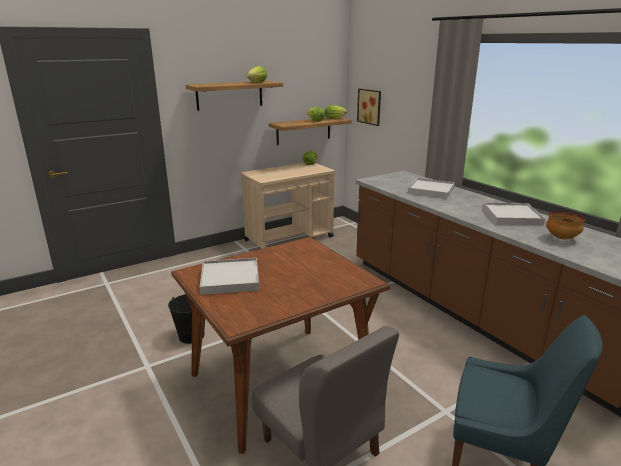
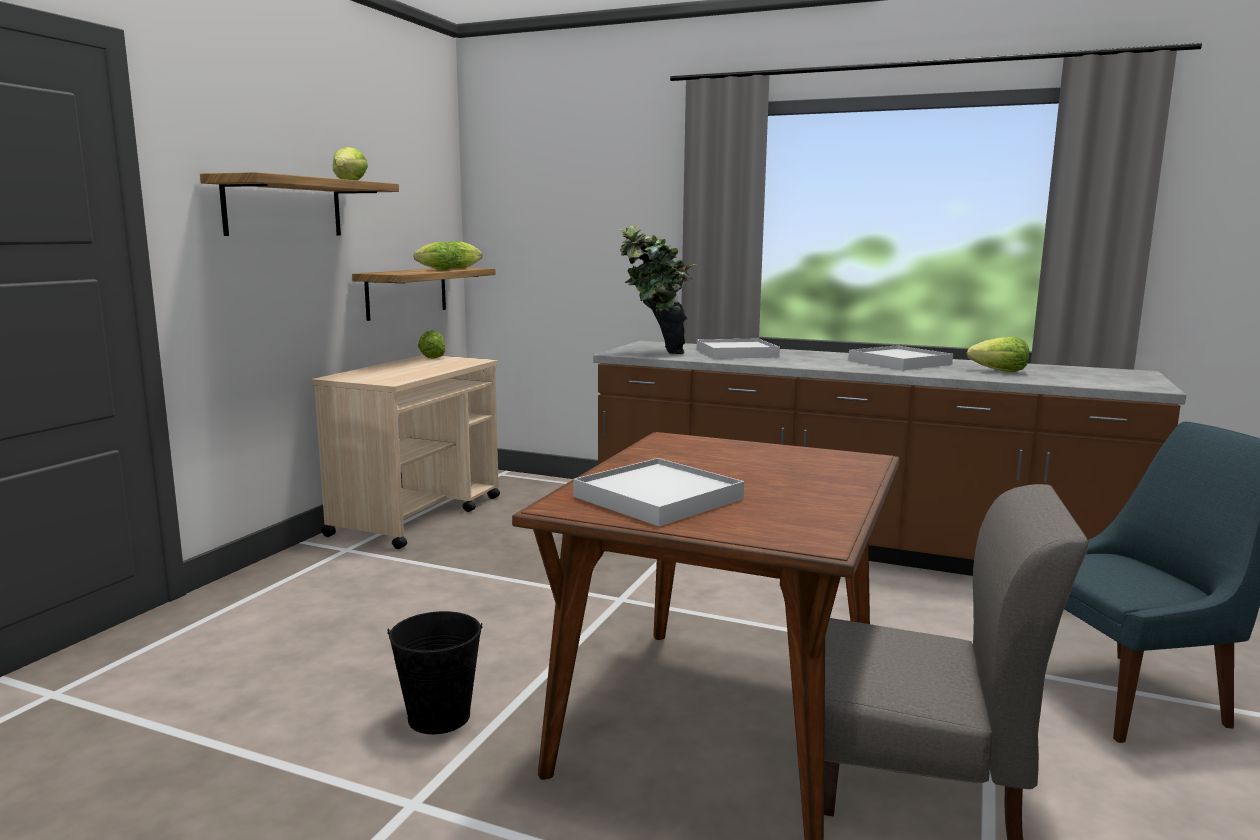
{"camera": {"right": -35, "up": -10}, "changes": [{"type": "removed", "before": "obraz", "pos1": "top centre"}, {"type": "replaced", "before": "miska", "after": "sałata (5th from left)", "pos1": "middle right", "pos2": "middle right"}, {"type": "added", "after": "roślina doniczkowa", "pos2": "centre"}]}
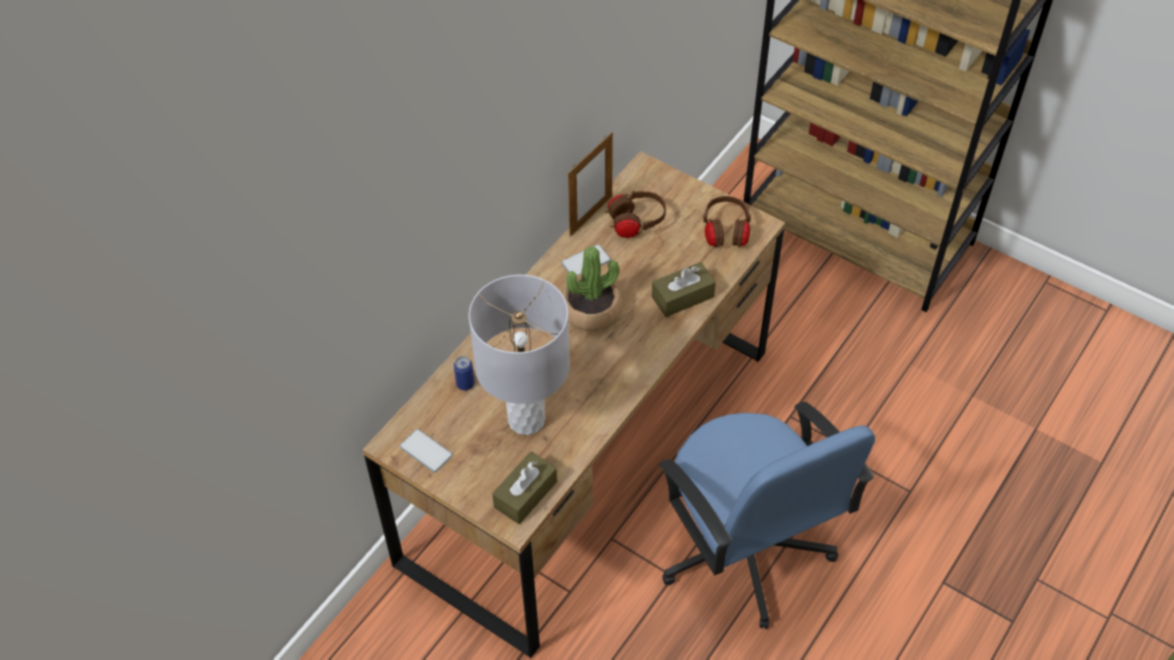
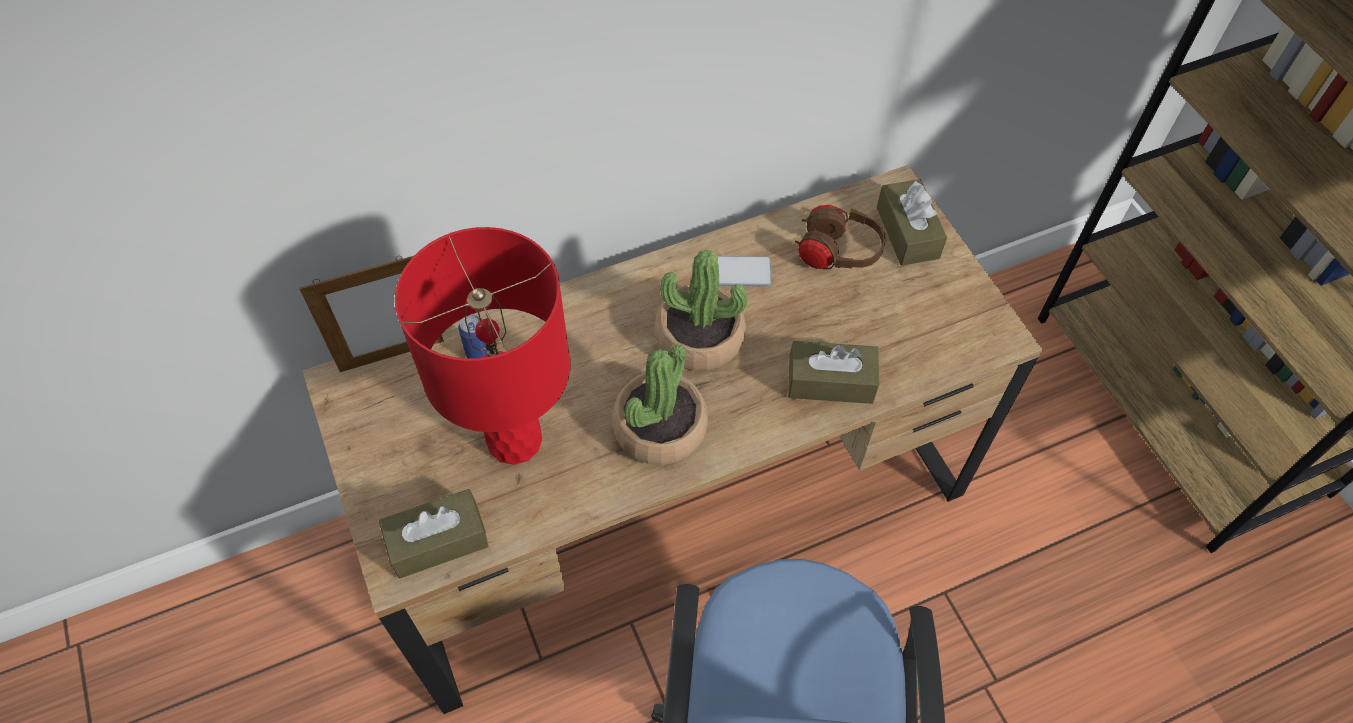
{"camera": {"right": 30, "up": 5}, "changes": [{"type": "moved", "before": "ramka na zdjęcie", "pos1": "top centre", "pos2": "middle left"}, {"type": "removed", "before": "słuchawki (brązowy) (2nd from left)", "pos1": "centre"}, {"type": "recoloured", "before": "lampa stołowa (szary)", "after": "lampa stołowa (czerwony)", "pos1": "centre", "pos2": "centre"}, {"type": "removed", "before": "telefon (1st from left)", "pos1": "bottom centre"}, {"type": "added", "after": "pudełko chusteczek (brązowy) (3rd from left)", "pos2": "top right"}, {"type": "added", "after": "roślina doniczkowa (1st from left)", "pos2": "centre"}]}
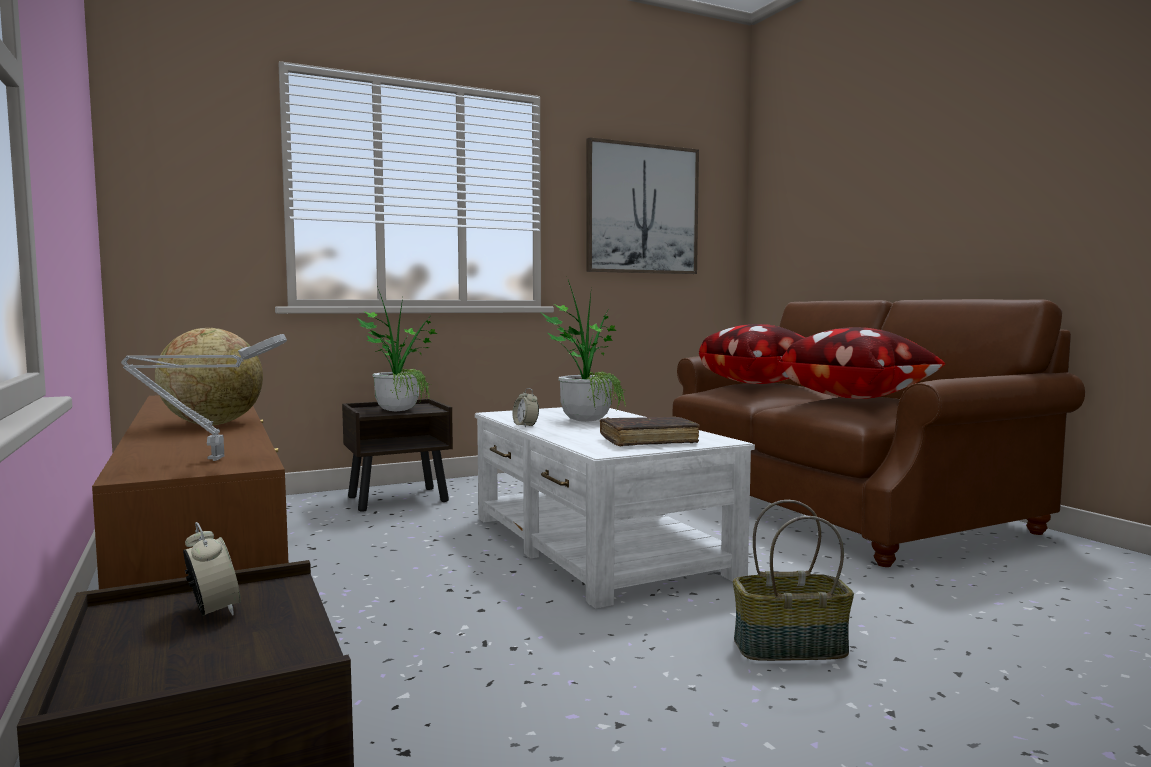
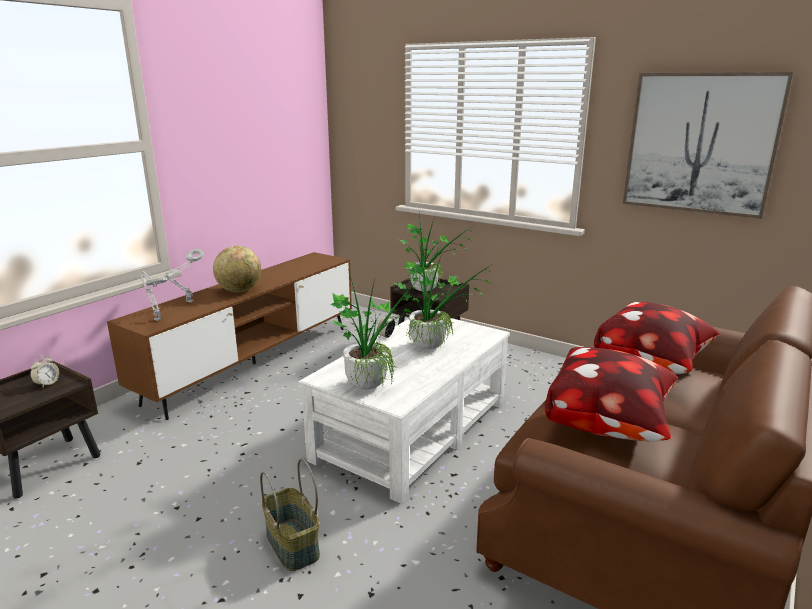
{"camera": {"right": 60, "up": 15}, "changes": [{"type": "replaced", "before": "książka (brązowy)", "after": "roślina doniczkowa (1st from left)", "pos1": "centre", "pos2": "centre"}, {"type": "added", "after": "lampa stołowa (szary) (2nd from left)", "pos2": "middle left"}]}
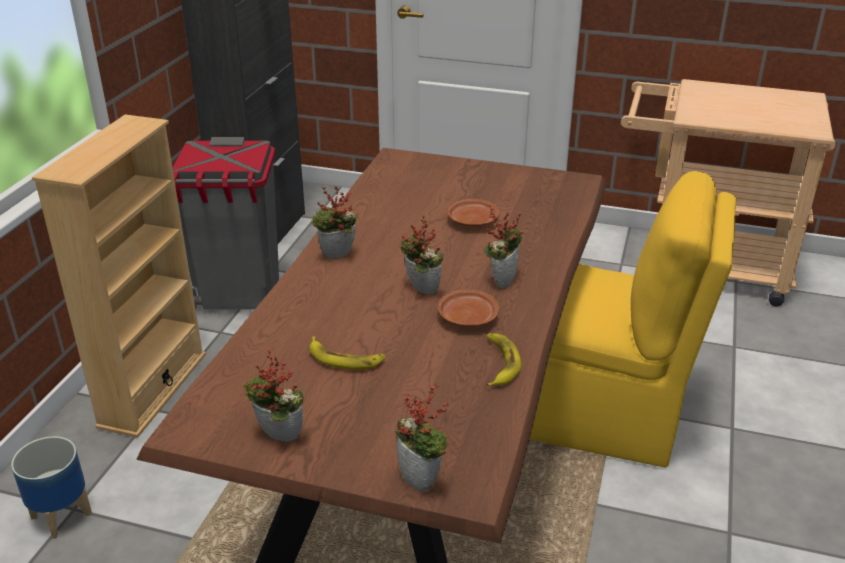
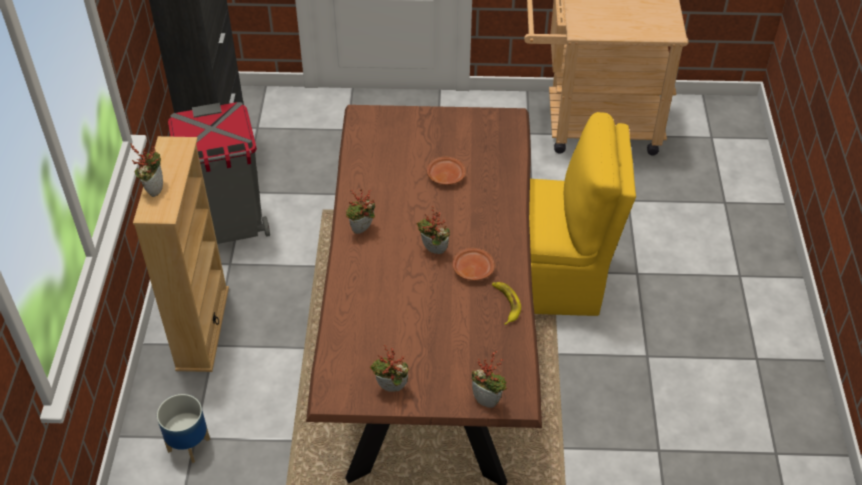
{"camera": {"right": -15, "up": 15}, "changes": [{"type": "moved", "before": "roślina doniczkowa (5th from left in the first image)", "after": "roślina doniczkowa (1st from left)", "pos1": "centre", "pos2": "middle left"}, {"type": "removed", "before": "banan (1st from left)", "pos1": "centre"}]}
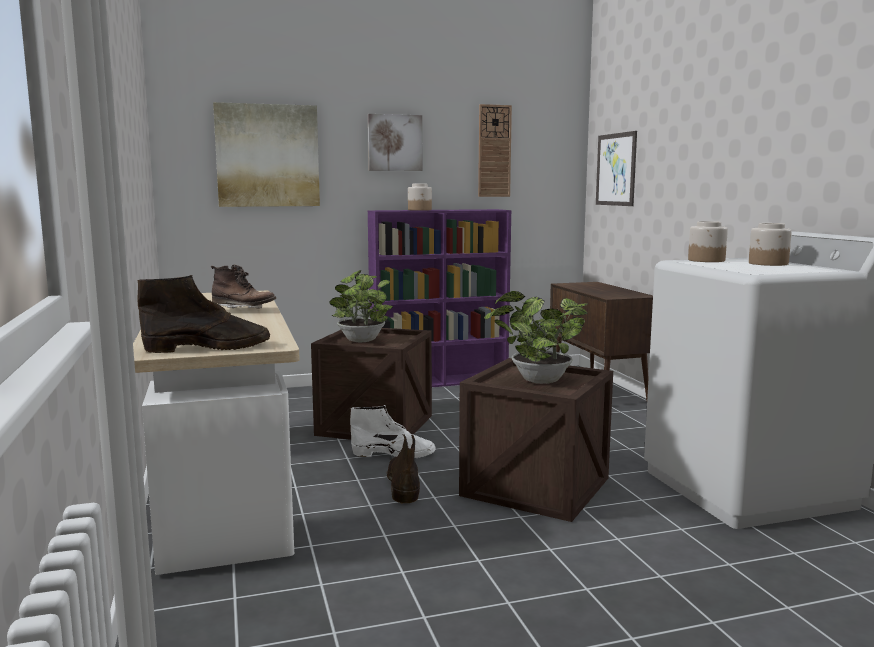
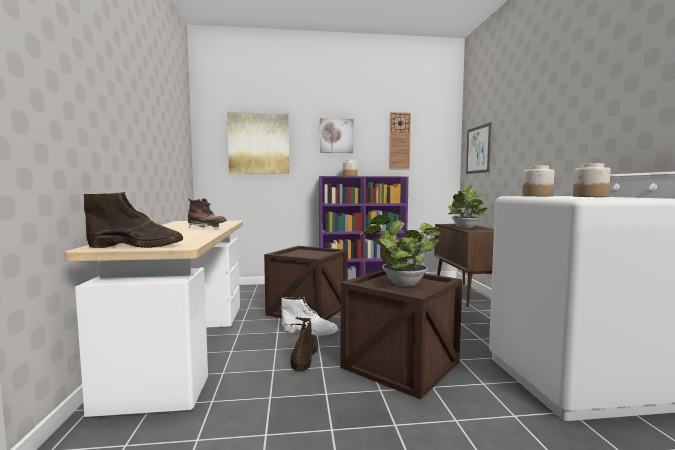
{"camera": {"right": 10, "up": -5}, "changes": [{"type": "moved", "before": "roślina doniczkowa (1st from left in the first image)", "after": "roślina doniczkowa (2nd from left)", "pos1": "centre", "pos2": "middle right"}]}
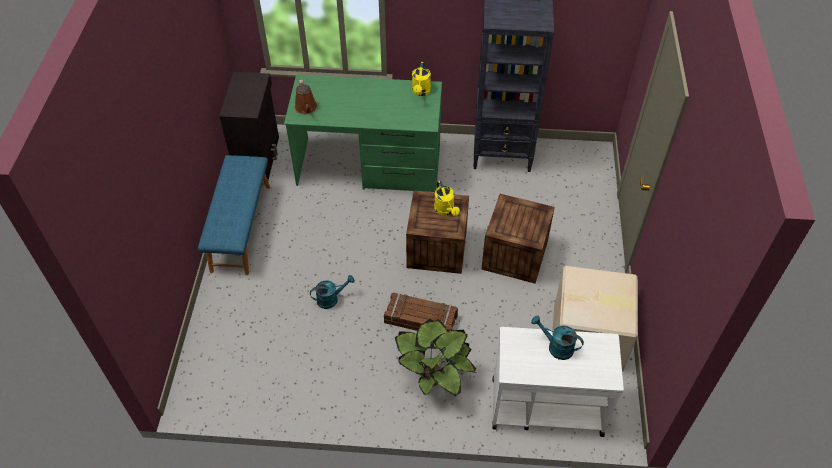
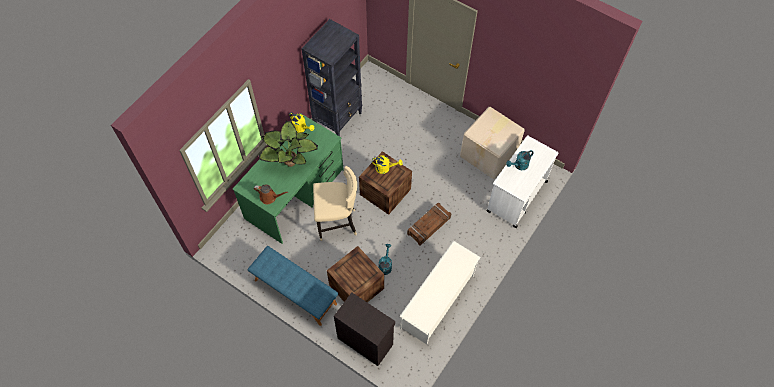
{"camera": {"right": -60, "up": 10}, "changes": [{"type": "moved", "before": "szafka (czarny)", "pos1": "top left", "pos2": "bottom centre"}, {"type": "moved", "before": "skrzynka (3rd from left in the first image)", "after": "skrzynka (1st from left)", "pos1": "centre", "pos2": "bottom centre"}, {"type": "moved", "before": "roślina doniczkowa", "pos1": "bottom centre", "pos2": "centre"}, {"type": "added", "after": "stołek (beżowy)", "pos2": "centre"}, {"type": "added", "after": "regał na buty (biały)", "pos2": "bottom centre"}]}
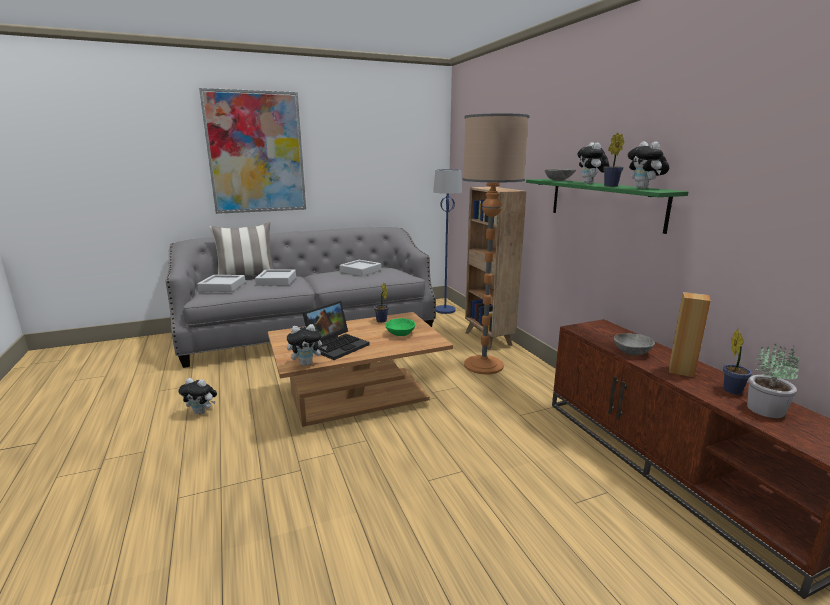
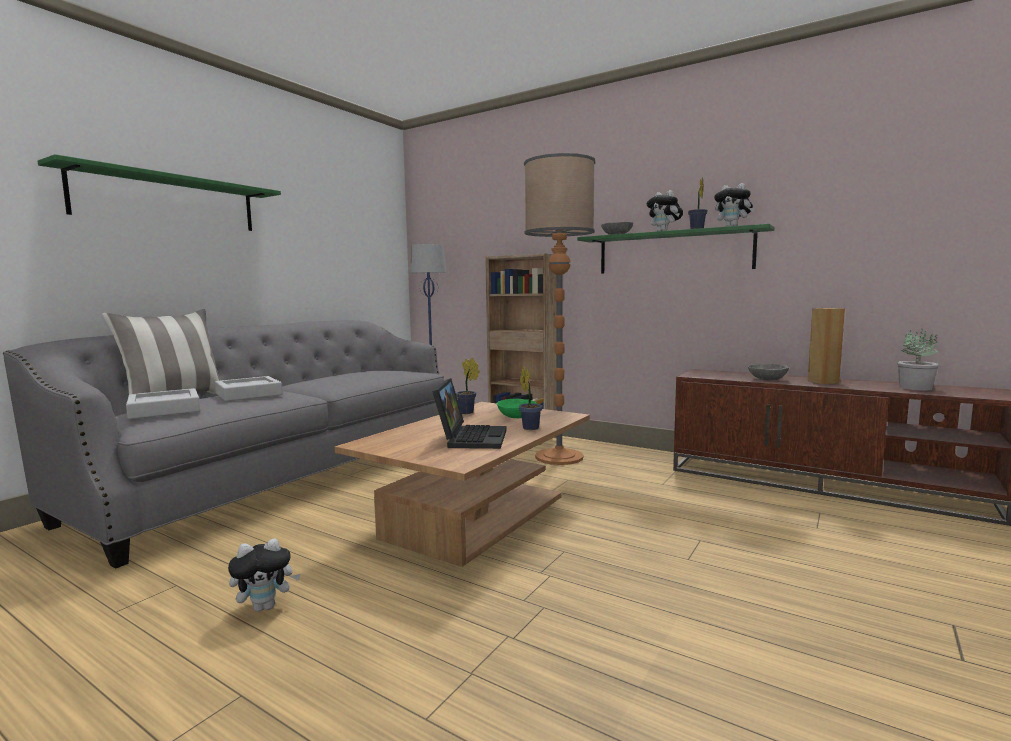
{"camera": {"right": -35, "up": -10}, "changes": [{"type": "replaced", "before": "obraz", "after": "półka (zielony) (1st from left)", "pos1": "top left", "pos2": "top left"}, {"type": "removed", "before": "taca (szary) (3rd from left)", "pos1": "centre"}, {"type": "removed", "before": "pluszak (2nd from left)", "pos1": "centre"}, {"type": "moved", "before": "roślina doniczkowa (3rd from left in the first image)", "after": "roślina doniczkowa (2nd from left)", "pos1": "middle right", "pos2": "centre"}]}
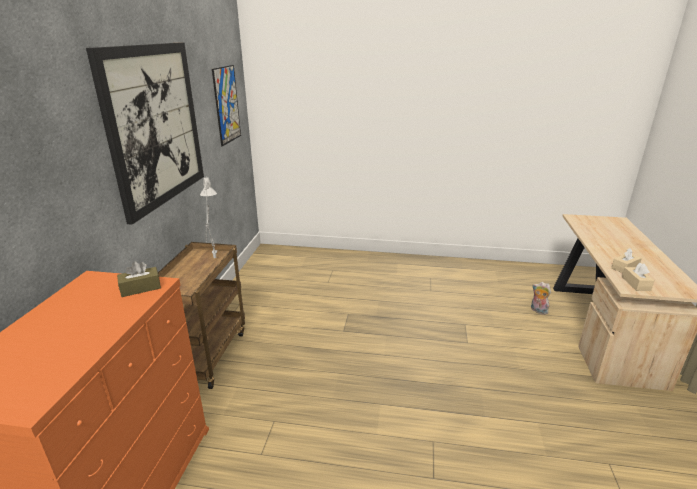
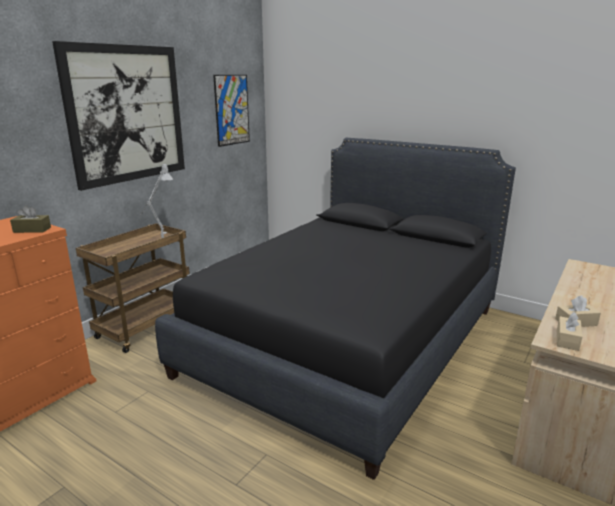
{"camera": {"right": 25, "up": -5}, "changes": [{"type": "removed", "before": "pluszak", "pos1": "middle right"}, {"type": "added", "after": "łóżko (czarny)", "pos2": "centre"}]}
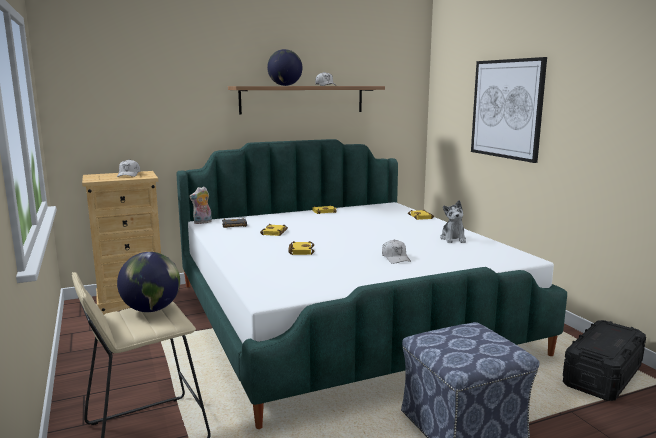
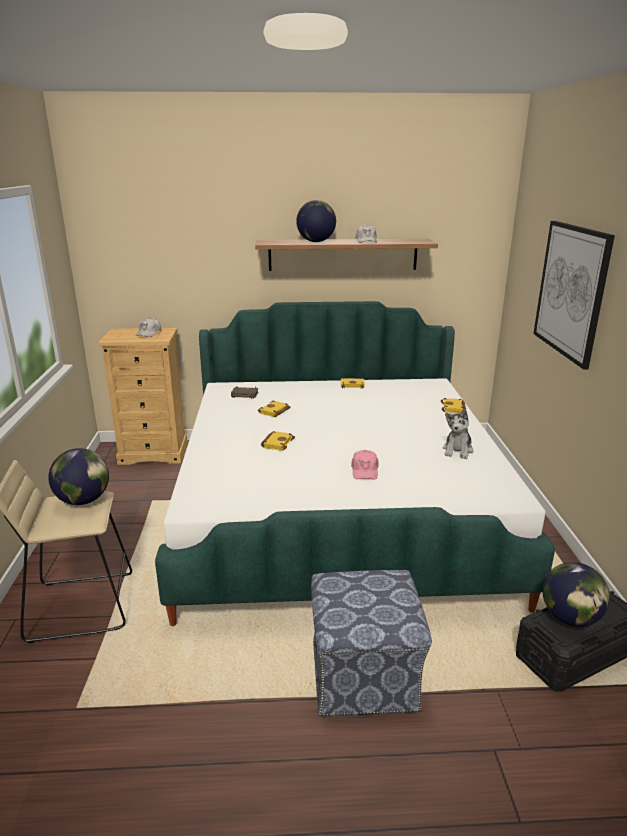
{"camera": {"right": 20, "up": 10}, "changes": [{"type": "removed", "before": "pluszak (1st from left)", "pos1": "middle left"}, {"type": "recoloured", "before": "czapka z daszkiem (biały) (3rd from left)", "after": "czapka z daszkiem (różowy)", "pos1": "centre", "pos2": "centre"}, {"type": "added", "after": "globus (3rd from left)", "pos2": "bottom right"}]}
